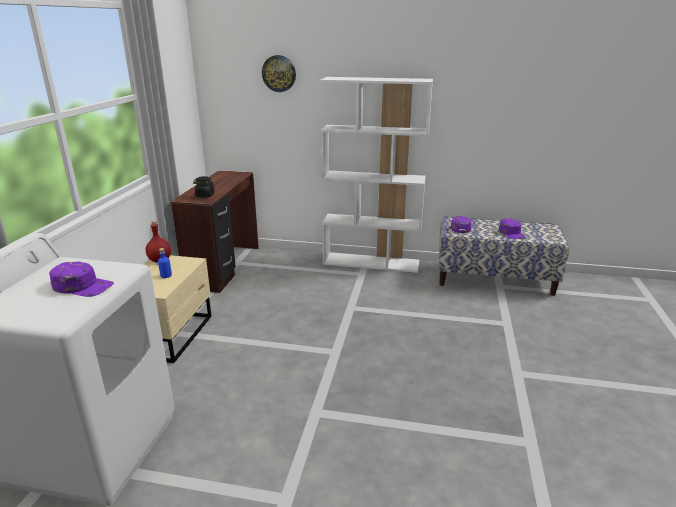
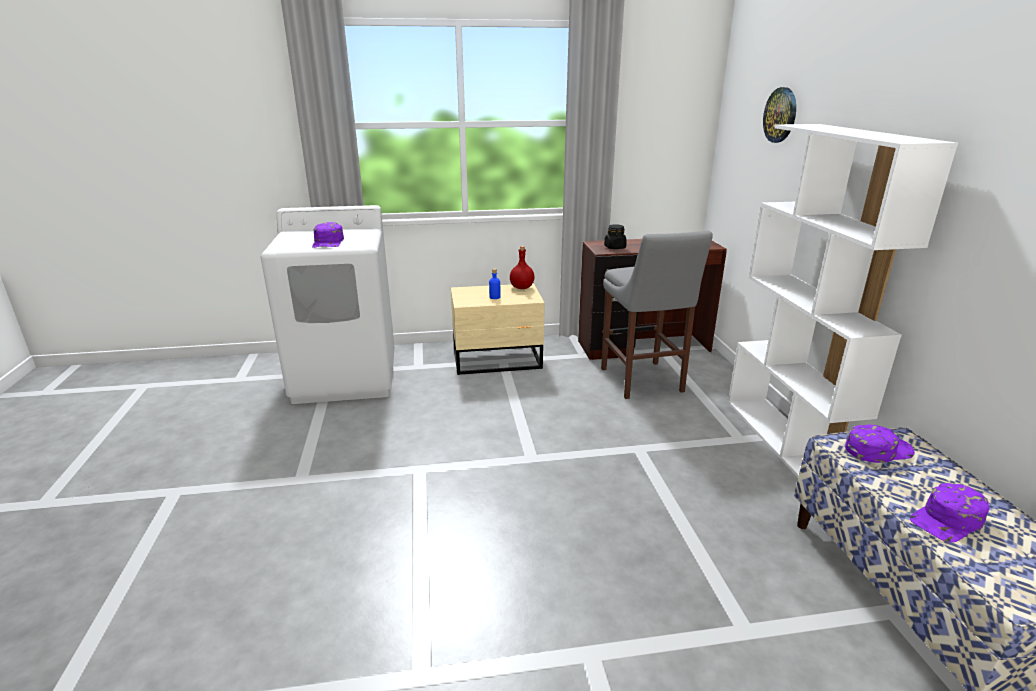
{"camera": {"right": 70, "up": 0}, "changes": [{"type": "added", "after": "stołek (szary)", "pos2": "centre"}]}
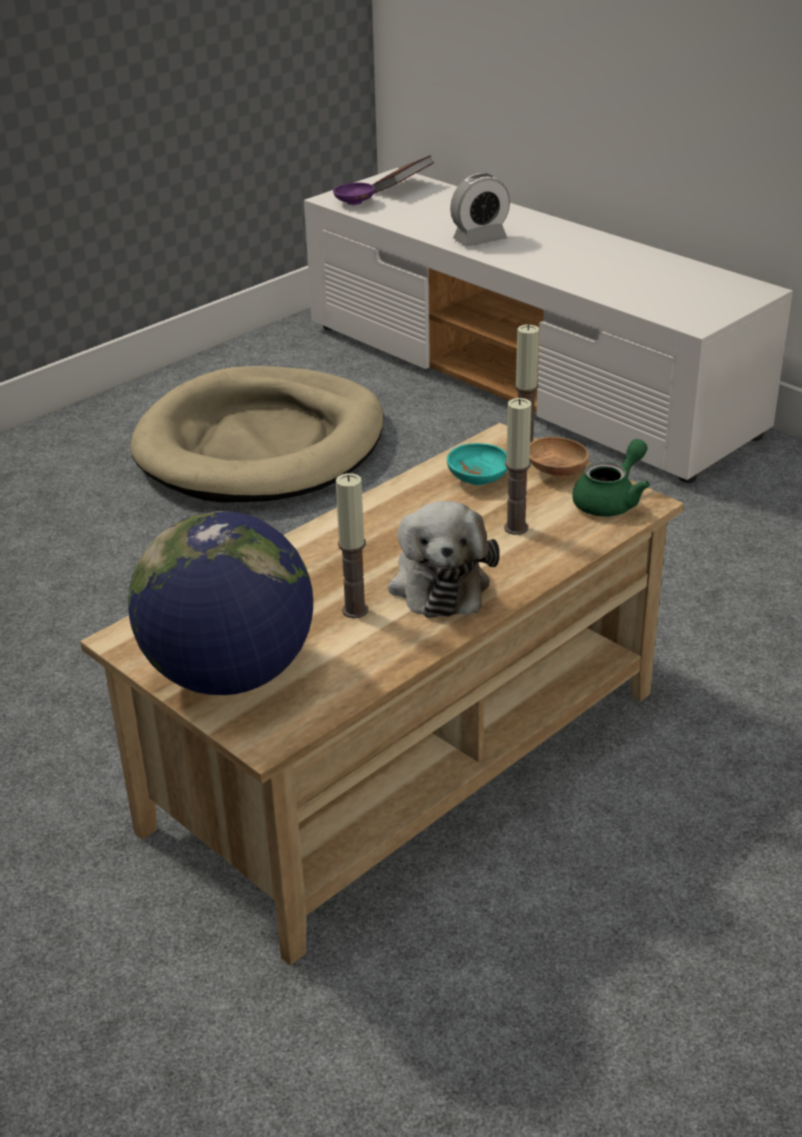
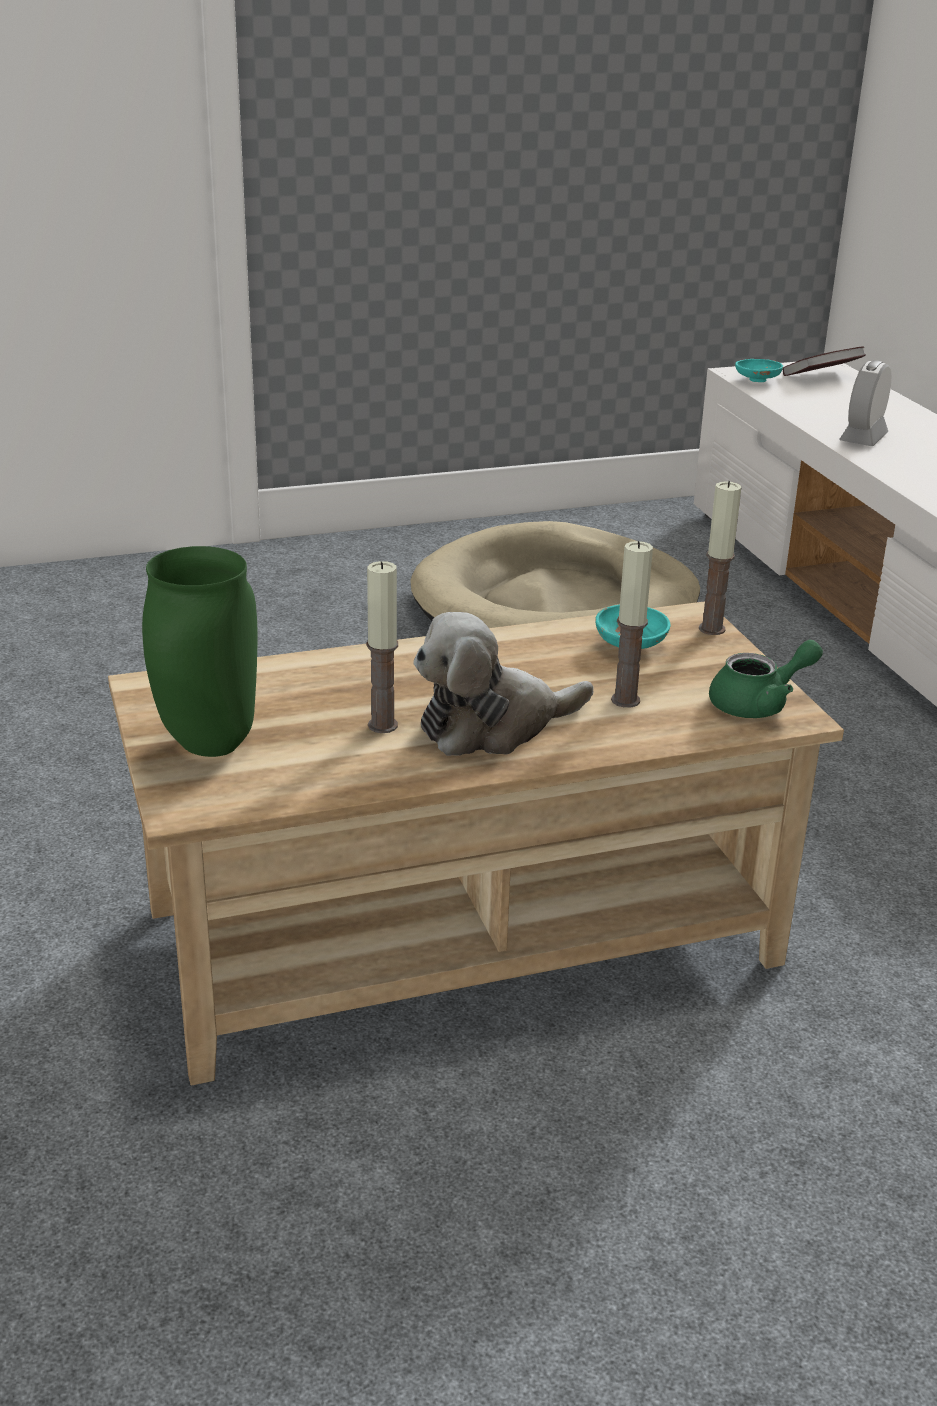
{"camera": {"right": 25, "up": -5}, "changes": [{"type": "turned", "before": "budzik", "pos1": "top centre", "pos2": "top right", "turn": 120}, {"type": "recoloured", "before": "miska (fioletowy)", "after": "miska (turkusowy) (2nd from left)", "pos1": "top centre", "pos2": "top right"}, {"type": "removed", "before": "miska (brązowy)", "pos1": "middle right"}, {"type": "turned", "before": "pluszak", "pos1": "centre", "pos2": "centre", "turn": 45}, {"type": "replaced", "before": "globus", "after": "wazon (zielony)", "pos1": "middle left", "pos2": "middle left"}]}
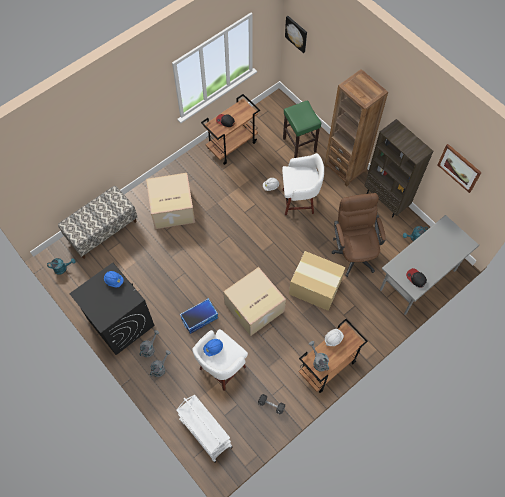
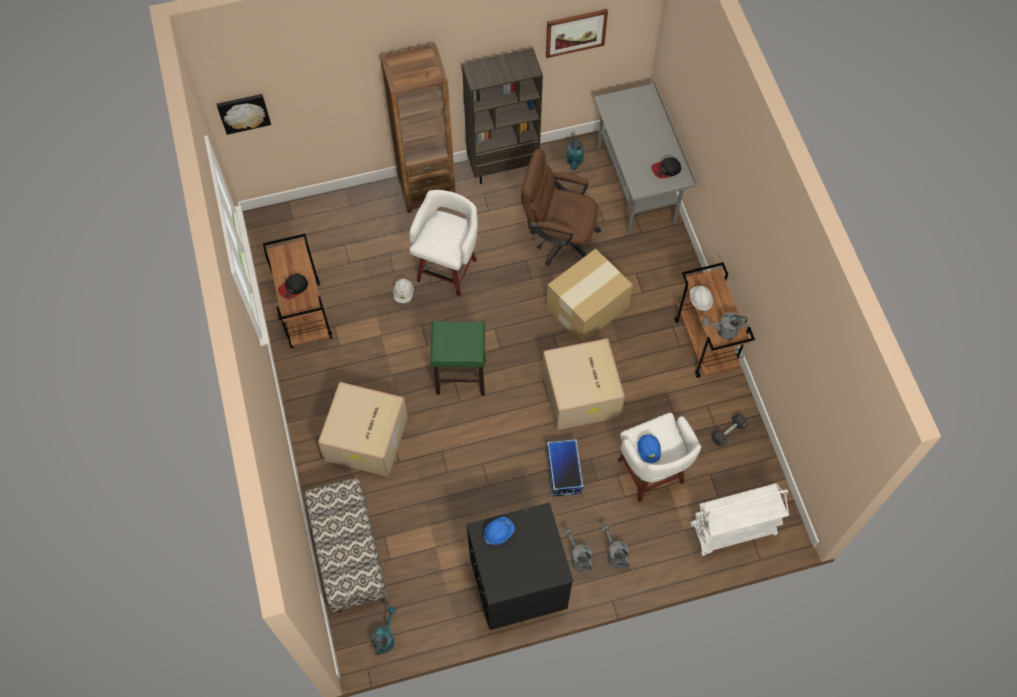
{"camera": {"right": -65, "up": 0}, "changes": [{"type": "moved", "before": "stołek (zielony)", "pos1": "top centre", "pos2": "centre"}]}
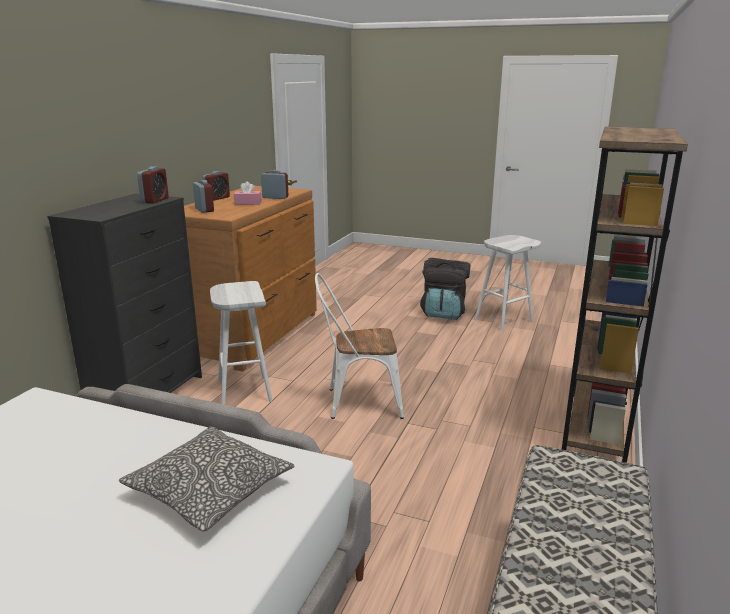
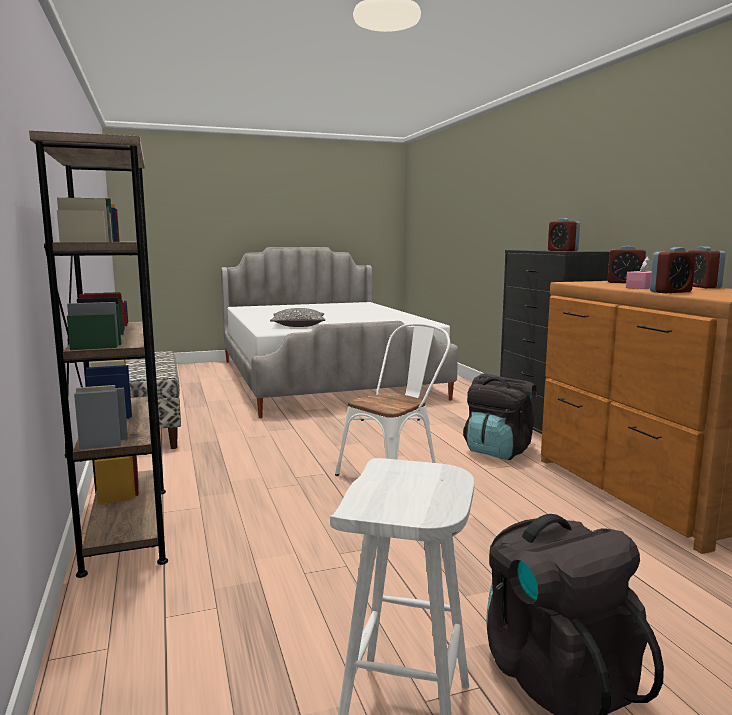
{"camera": {"right": 140, "up": -10}, "changes": [{"type": "replaced", "before": "stołek (biały) (1st from left)", "after": "plecak (czarny) (1st from left)", "pos1": "middle left", "pos2": "middle right"}]}
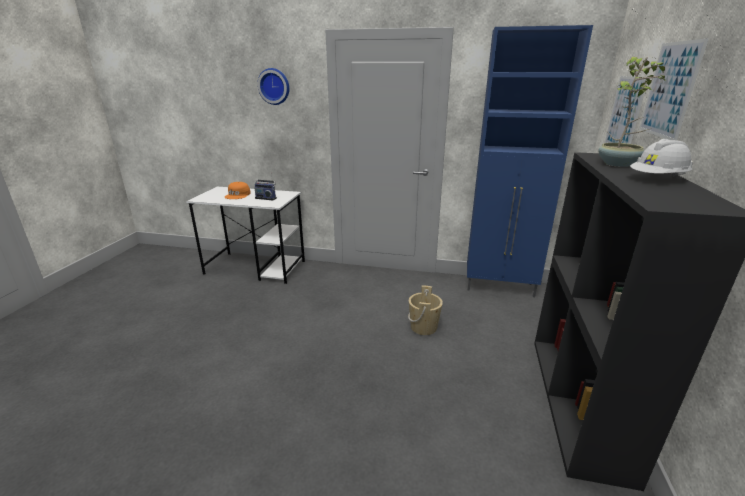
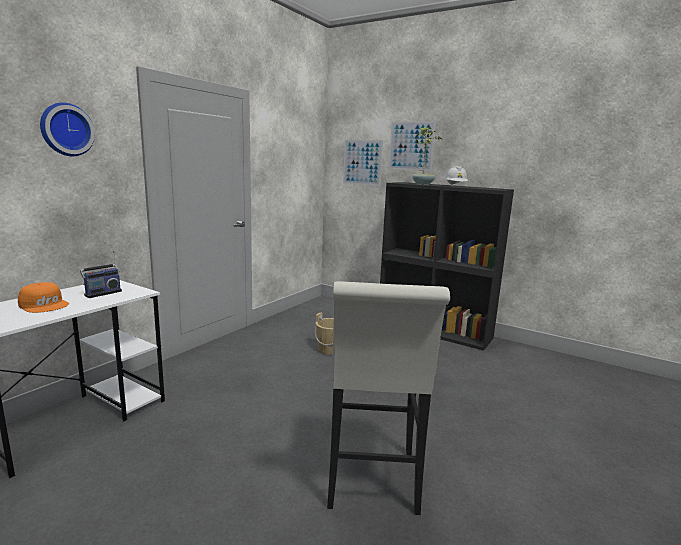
{"camera": {"right": -70, "up": -10}, "changes": [{"type": "removed", "before": "szafka (niebieski)", "pos1": "top right"}, {"type": "added", "after": "stołek (biały)", "pos2": "bottom centre"}]}
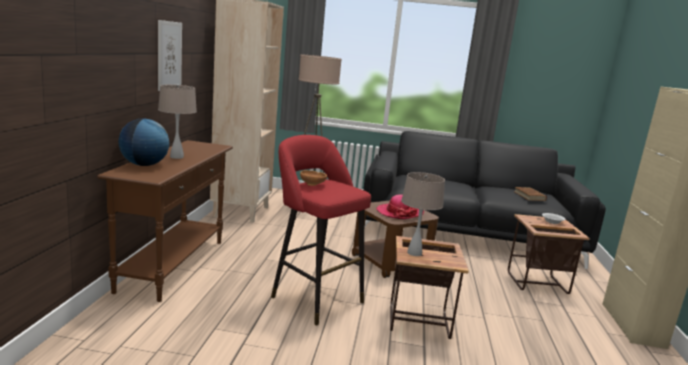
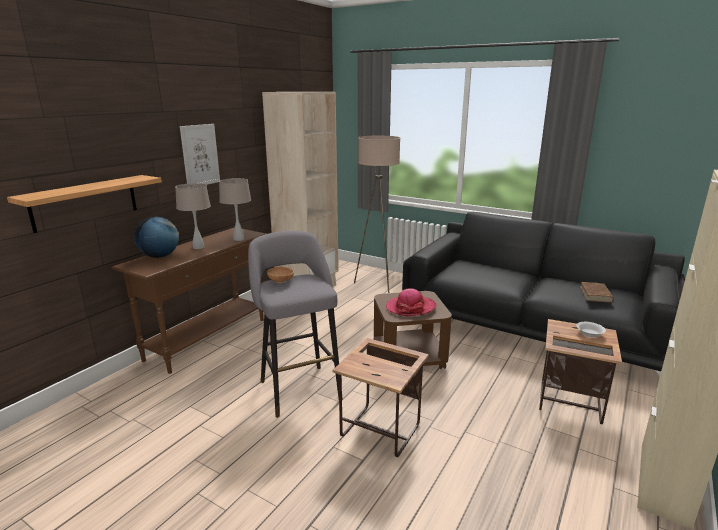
{"camera": {"right": 25, "up": 5}, "changes": [{"type": "recoloured", "before": "stołek (czerwony)", "after": "stołek (szary)", "pos1": "centre", "pos2": "centre"}, {"type": "moved", "before": "lampa stołowa (beżowy) (2nd from left)", "pos1": "centre", "pos2": "middle left"}, {"type": "added", "after": "półka", "pos2": "middle left"}]}
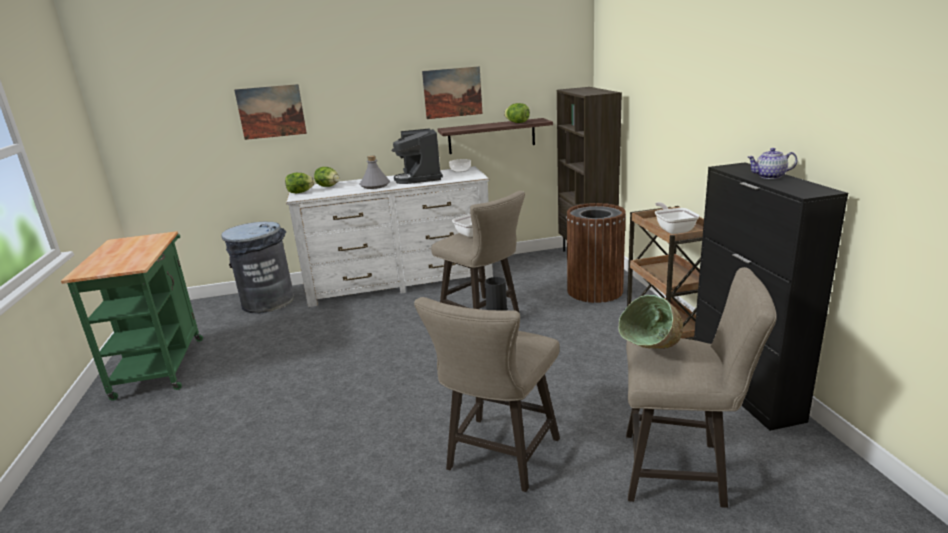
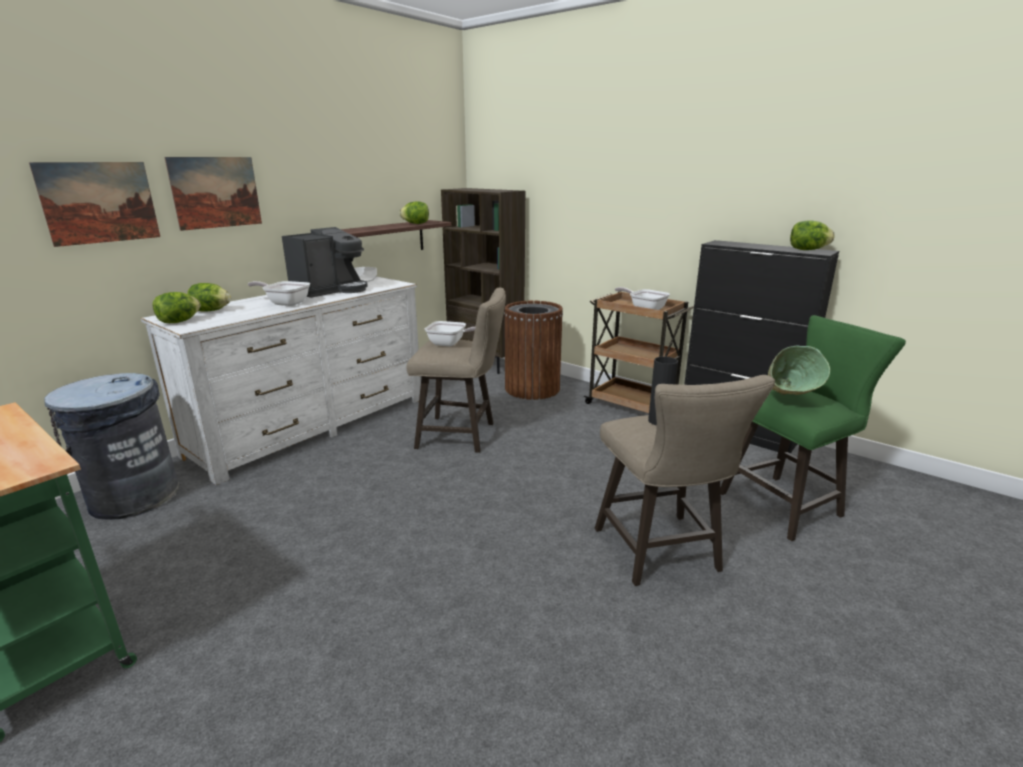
{"camera": {"right": -40, "up": 0}, "changes": [{"type": "moved", "before": "obraz (2nd from left)", "pos1": "top centre", "pos2": "top left"}, {"type": "turned", "before": "ekspres do kawy", "pos1": "top centre", "pos2": "middle left", "turn": -90}, {"type": "removed", "before": "imbryk", "pos1": "top right"}, {"type": "replaced", "before": "butelka (szary)", "after": "patelnia (1st from left)", "pos1": "top centre", "pos2": "middle left"}, {"type": "recoloured", "before": "stołek (beżowy) (3rd from left)", "after": "stołek (zielony)", "pos1": "bottom right", "pos2": "middle right"}, {"type": "added", "after": "sałata (4th from left)", "pos2": "top right"}]}
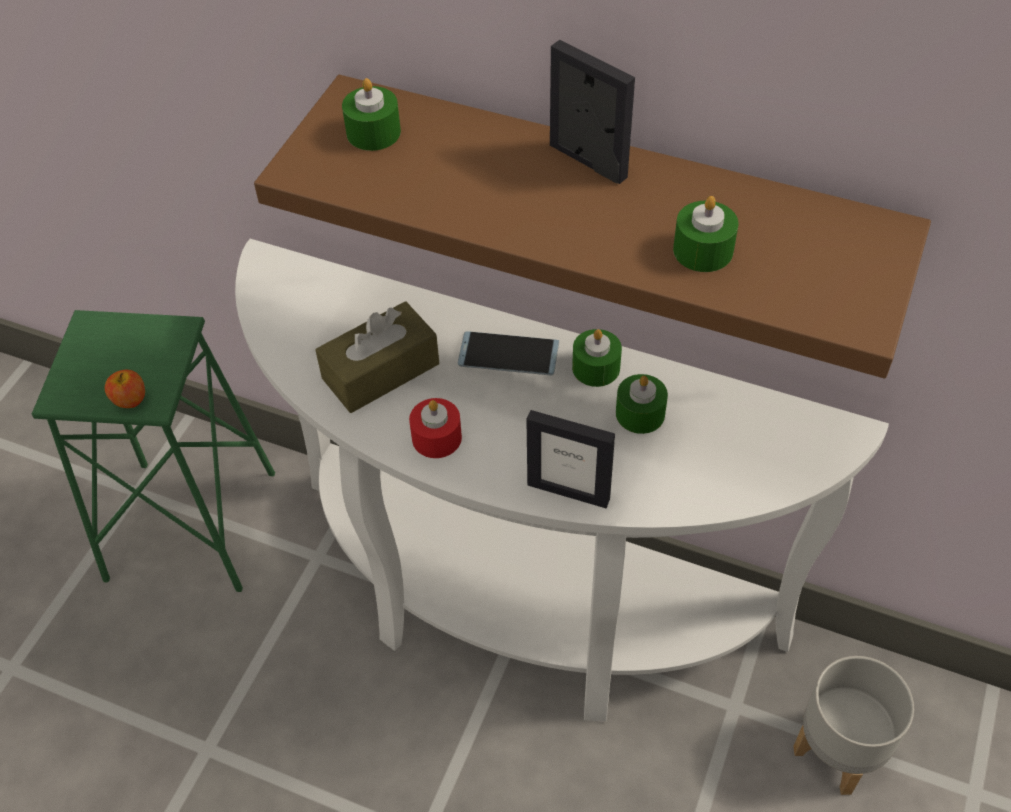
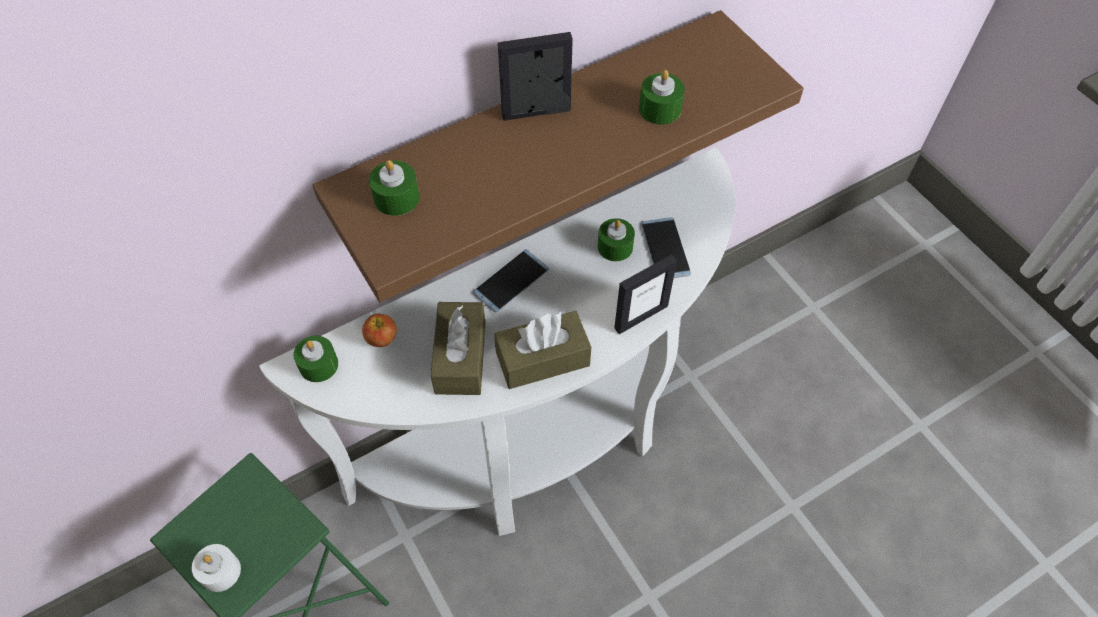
{"camera": {"right": -55, "up": 5}, "changes": [{"type": "moved", "before": "świeca (zielony) (2nd from left in the first image)", "after": "świeca (zielony) (1st from left)", "pos1": "centre", "pos2": "middle left"}, {"type": "moved", "before": "jabłko", "pos1": "middle left", "pos2": "centre"}, {"type": "replaced", "before": "świeca (czerwony)", "after": "pudełko chusteczek (brązowy) (2nd from left)", "pos1": "centre", "pos2": "centre"}, {"type": "removed", "before": "donica (szary)", "pos1": "bottom right"}, {"type": "added", "after": "telefon (2nd from left)", "pos2": "centre"}, {"type": "added", "after": "świeca (biały)", "pos2": "bottom left"}]}
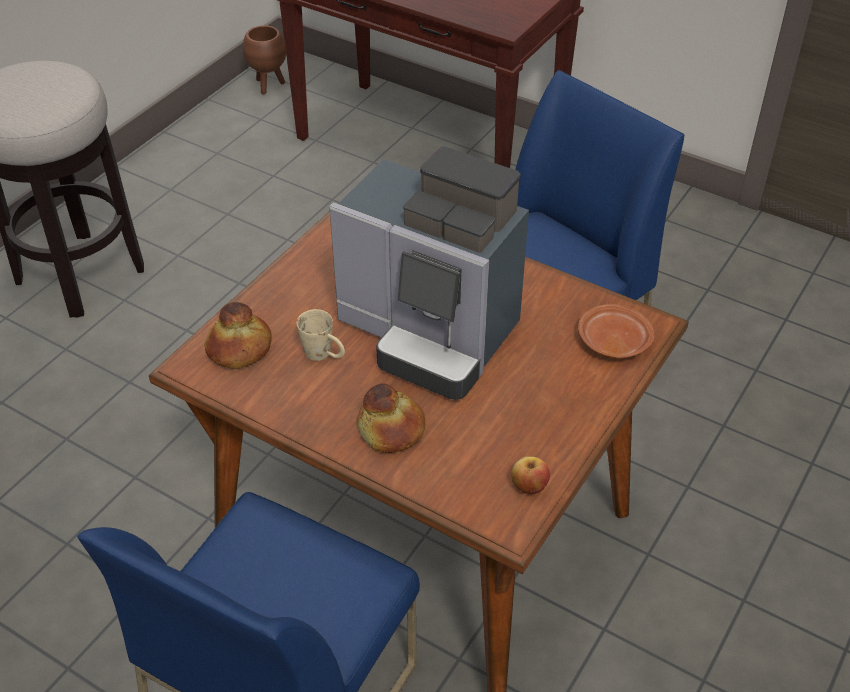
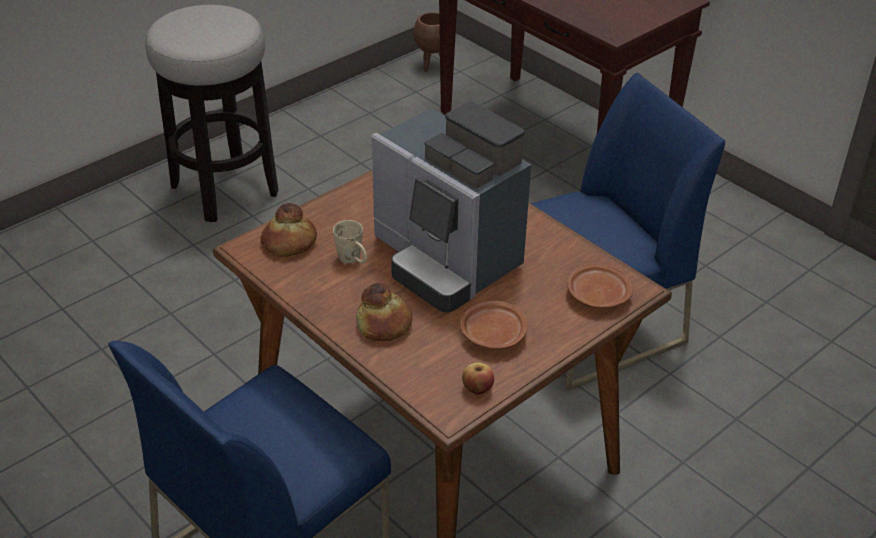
{"camera": {"right": 15, "up": -5}, "changes": [{"type": "added", "after": "talerz (brązowy) (1st from left)", "pos2": "centre"}]}
